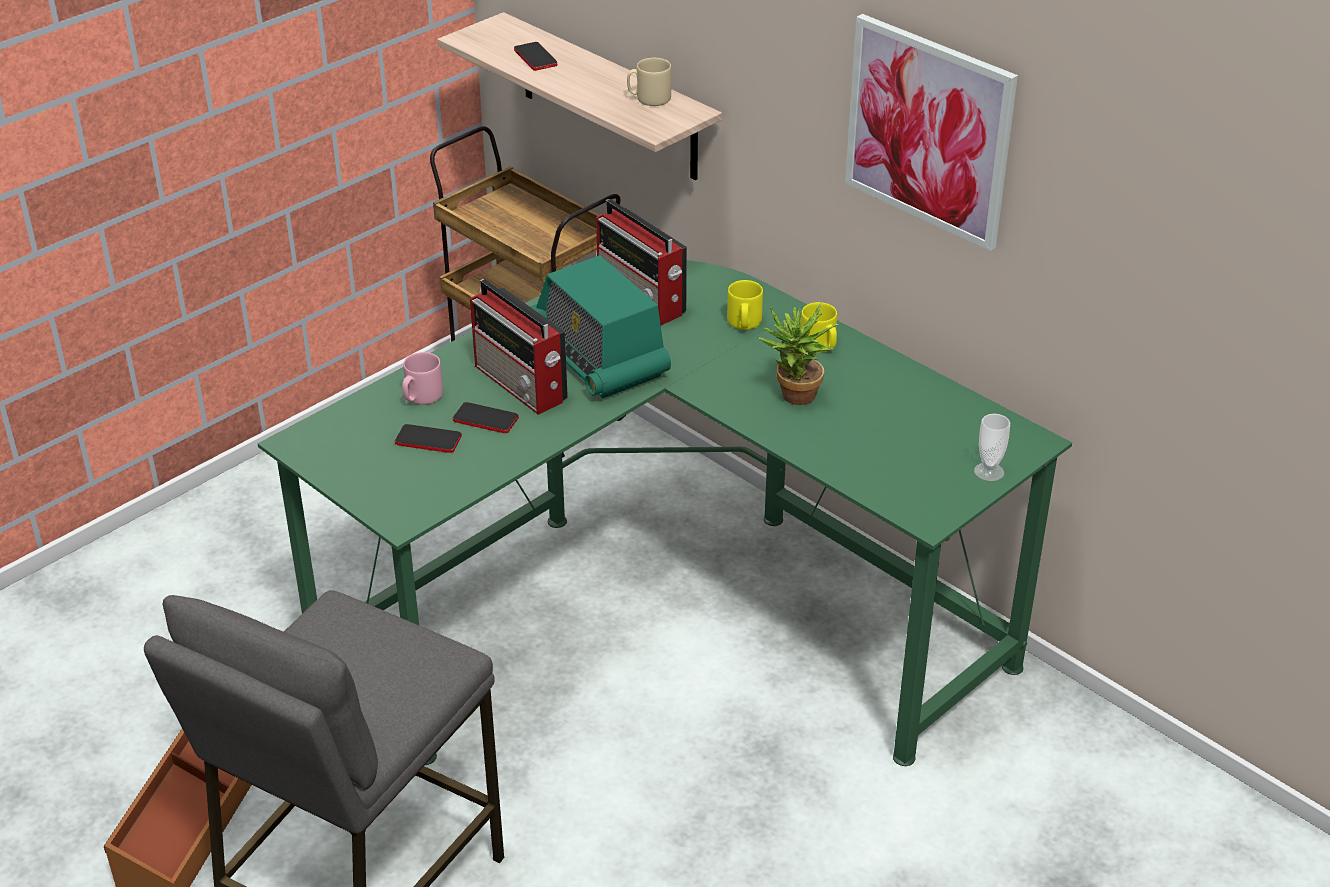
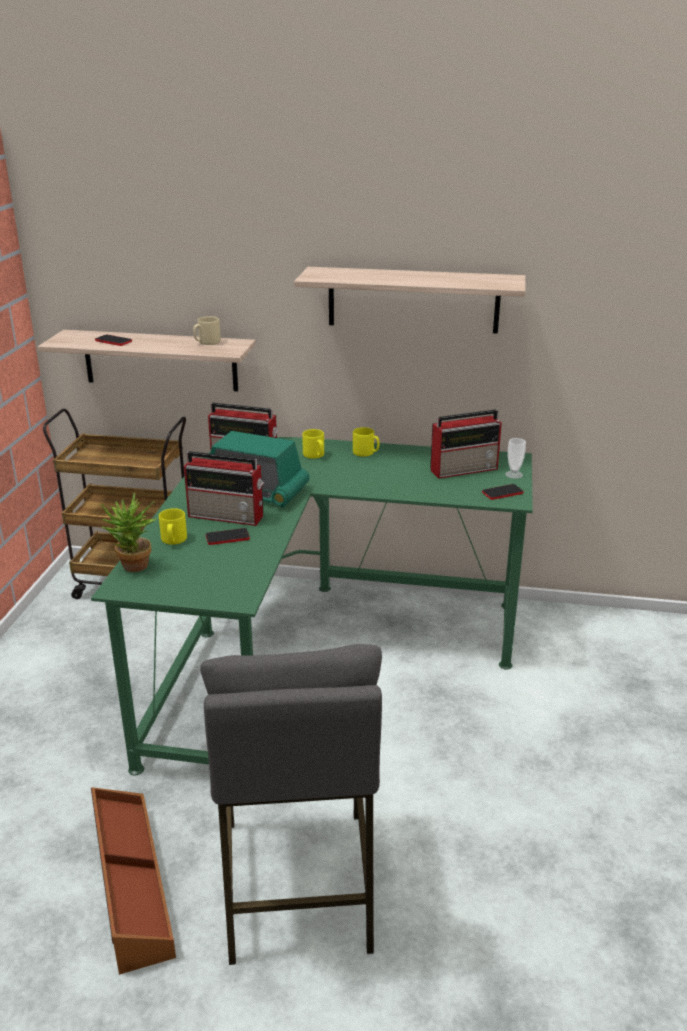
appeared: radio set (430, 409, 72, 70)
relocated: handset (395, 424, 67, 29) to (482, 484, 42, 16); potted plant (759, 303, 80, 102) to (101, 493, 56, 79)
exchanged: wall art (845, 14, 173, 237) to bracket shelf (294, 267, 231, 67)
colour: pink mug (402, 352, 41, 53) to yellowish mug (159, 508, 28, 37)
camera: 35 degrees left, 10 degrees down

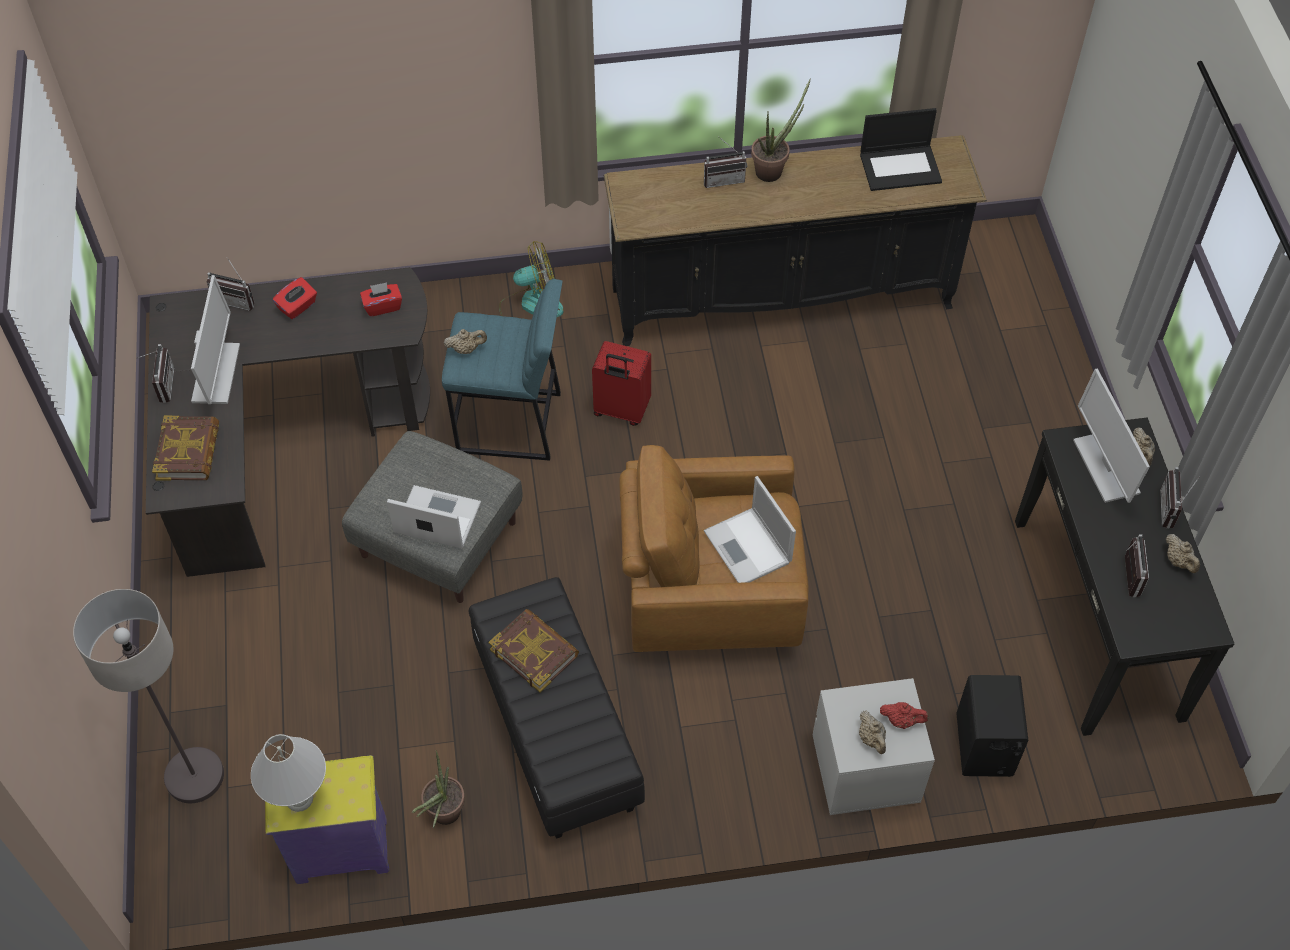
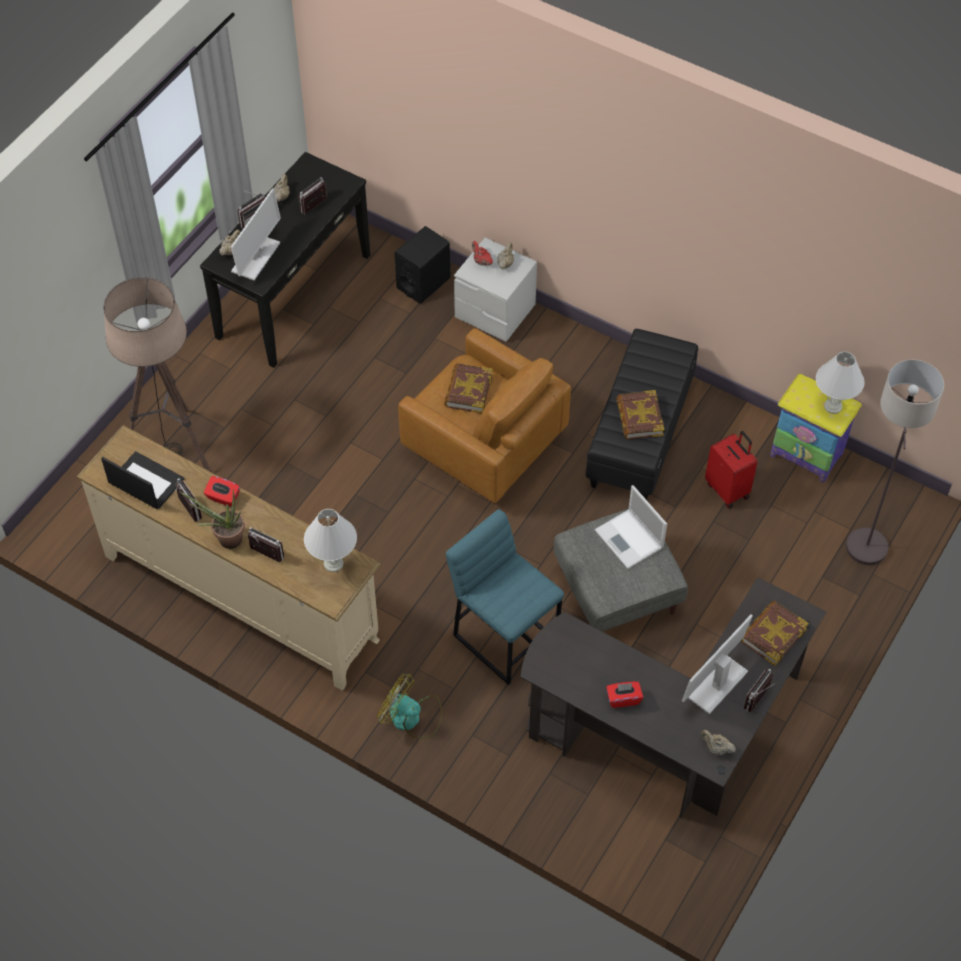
missing: potted plant (412, 751, 53, 78)
appeared: standard lamp (104, 277, 107, 195); whitish table lamp (304, 509, 53, 63)
relocated: radio set (207, 258, 48, 53) to (174, 478, 28, 44); red box of tissues (360, 282, 42, 34) to (204, 476, 36, 31); sand-coloured tea pot (444, 329, 43, 25) to (701, 730, 35, 25); red piece of luggage (592, 341, 59, 85) to (705, 431, 52, 78)
exchanged: portable computer (704, 476, 92, 107) to volume (444, 363, 48, 50)
colour: blackish drawer chest (604, 135, 383, 211) to sand-coloured drawer chest (76, 425, 305, 266)
camera: 140 degrees left, 0 degrees up

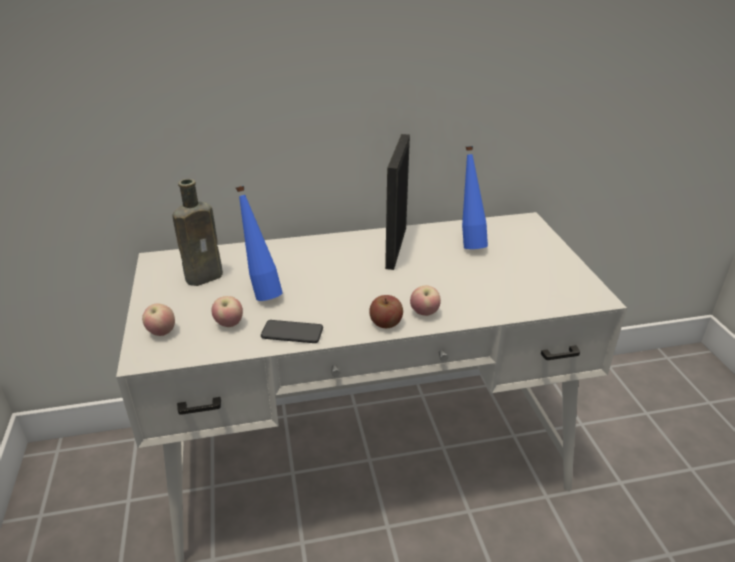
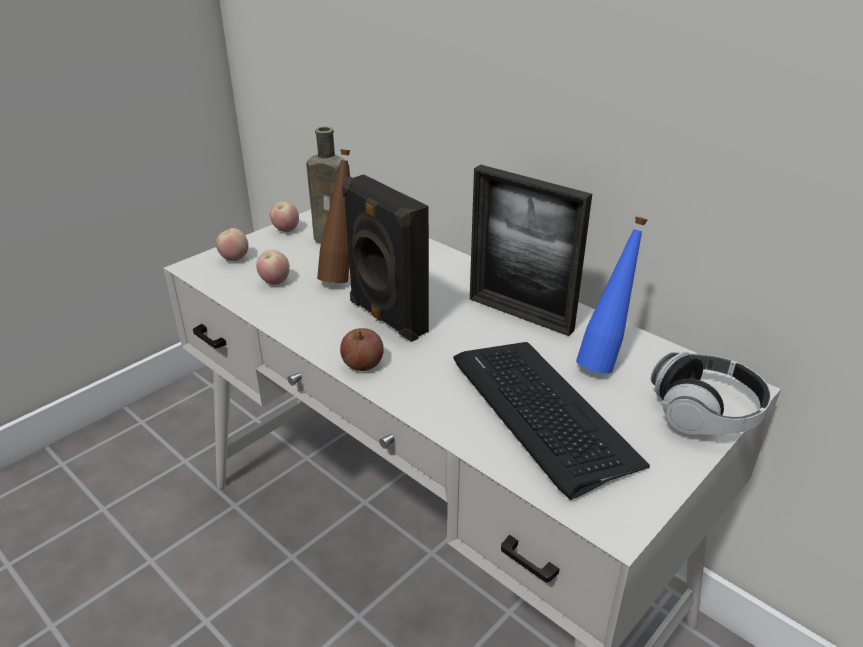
missing: handset (261, 320, 62, 23)
appeared: blackish audio speaker (342, 174, 87, 168); computer keyboard (453, 342, 197, 158); headset (651, 352, 120, 83)
relocated: whole apple (410, 285, 31, 31) to (270, 201, 29, 31)
colour: blue bottle (236, 186, 47, 115) to brownish bottle (317, 149, 33, 134)
spun: standing frame (385, 134, 25, 136) = (470, 165, 122, 171) 120 degrees counterclockwise
camera: 55 degrees right, 0 degrees up

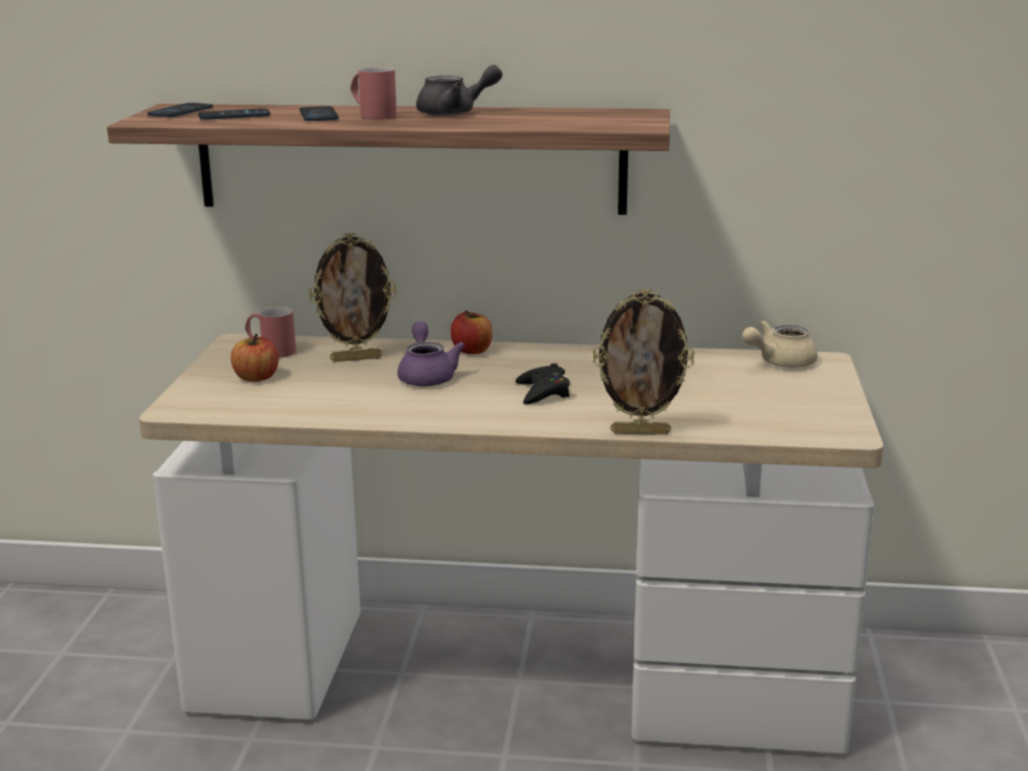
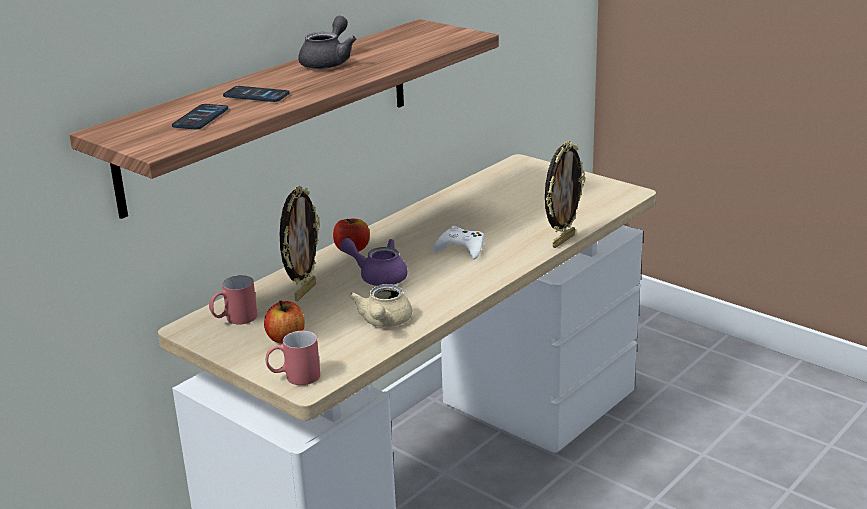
missing: handset (147, 103, 66, 14)
relocated: red mug (350, 67, 47, 53) to (266, 331, 54, 54); sand-coloured tea pot (742, 320, 76, 48) to (349, 284, 63, 43)
colour: blackish game controller (516, 363, 54, 41) to whitish game controller (432, 226, 52, 34)
camera: 55 degrees left, 5 degrees up

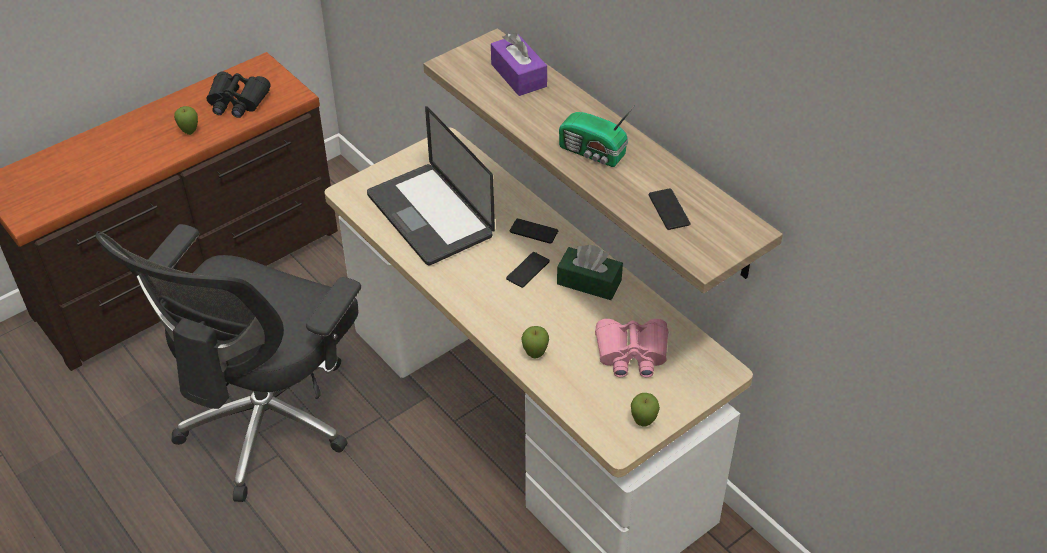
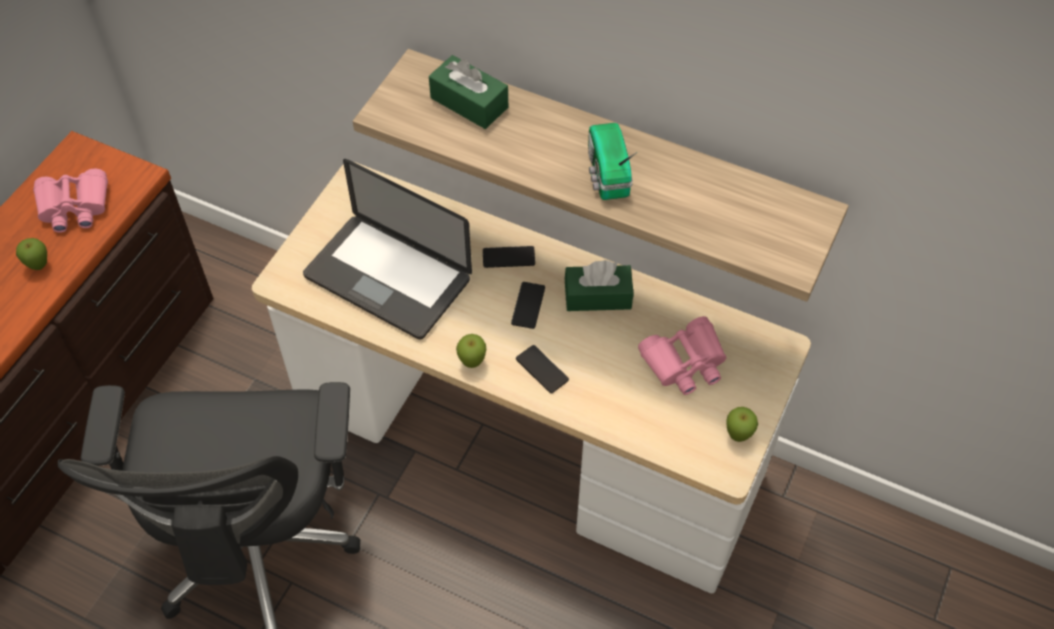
relocated: whole apple (521, 326, 28, 32) to (456, 334, 30, 34); handset (649, 189, 42, 41) to (516, 345, 53, 48)
colour: blackish pair of binoculars (207, 72, 64, 46) to pink pair of binoculars (33, 169, 75, 64); purple box of tissues (491, 32, 56, 64) to green box of tissues (429, 55, 79, 74)
spun: radio set (559, 105, 76, 62) = (588, 123, 49, 77) 75 degrees clockwise
camera: 25 degrees left, 10 degrees up

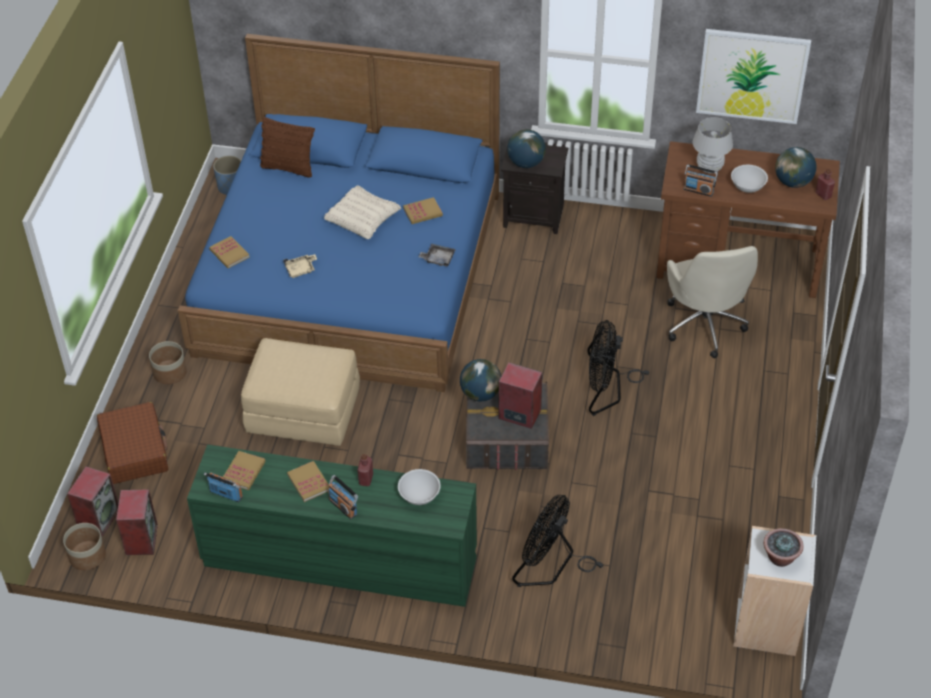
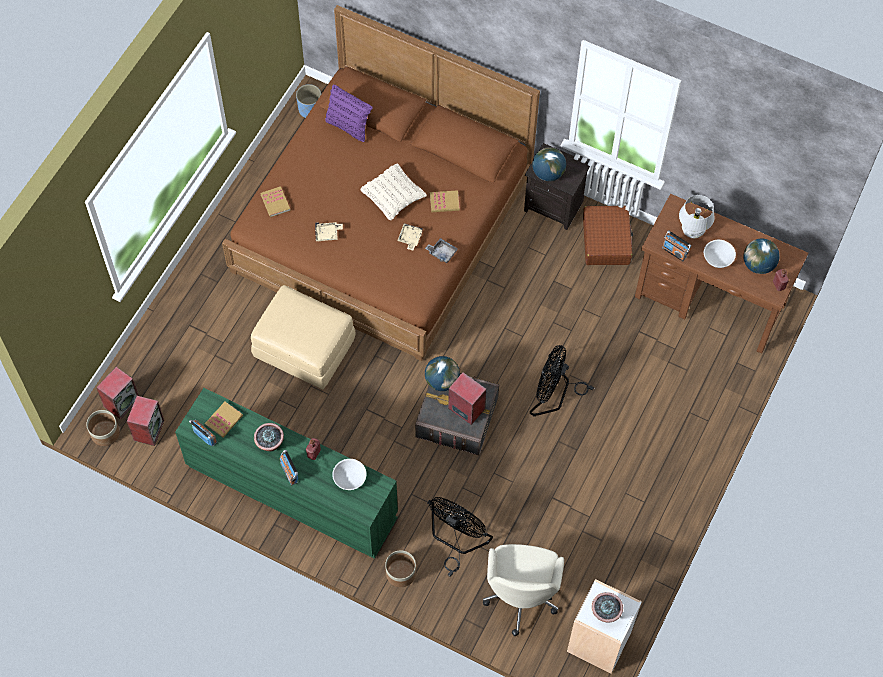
missing: wall art (696, 29, 115, 95)
appeared: sand-coloured tray (397, 224, 26, 26)
relocated: brownish piece of luggage (97, 402, 71, 82) to (583, 206, 50, 59); planter (149, 341, 38, 43) to (385, 550, 31, 37); sand-coloured desk chair (667, 246, 91, 113) to (483, 544, 81, 92)
exchanged: volume (287, 461, 42, 41) to potted plant (254, 423, 30, 28)
colour: blue sleeping bed (178, 34, 322, 358) to brownish sleeping bed (222, 5, 318, 356); brownish cushion (260, 117, 55, 60) to purple cushion (325, 85, 48, 57)
spun: blackish cooling fan (512, 495, 92, 92) = (427, 497, 66, 79) 75 degrees clockwise
camera: 15 degrees right, 15 degrees up

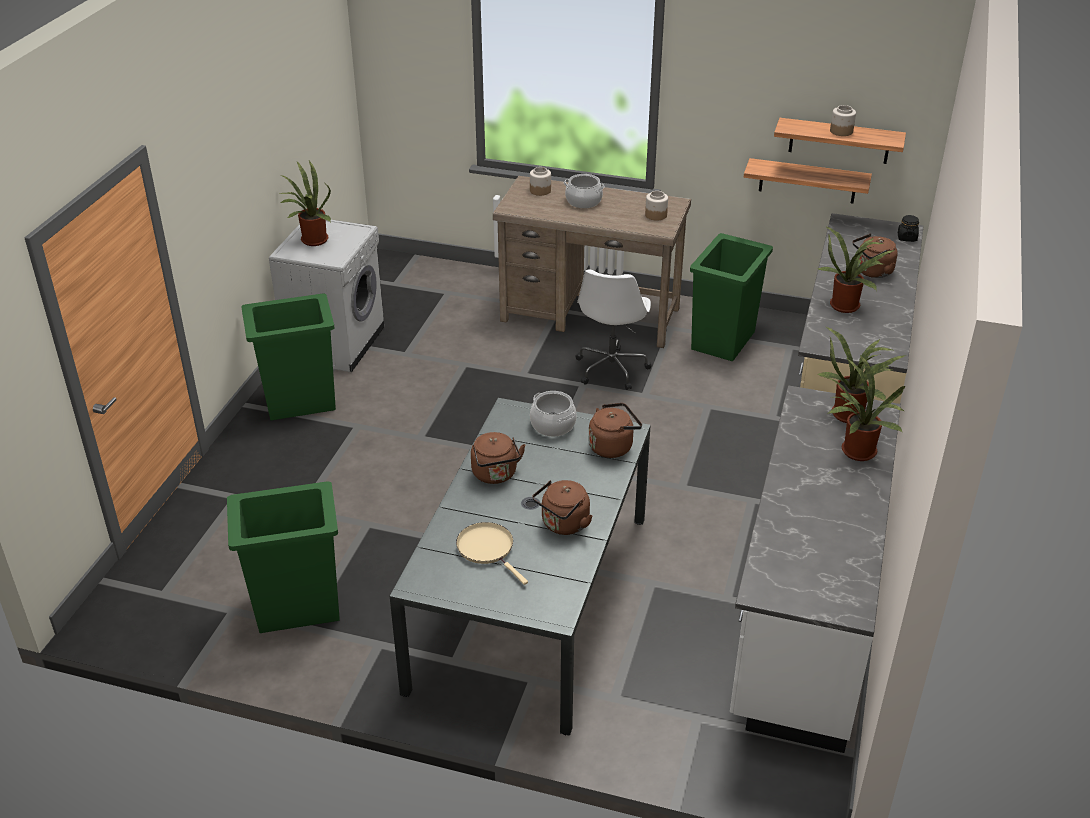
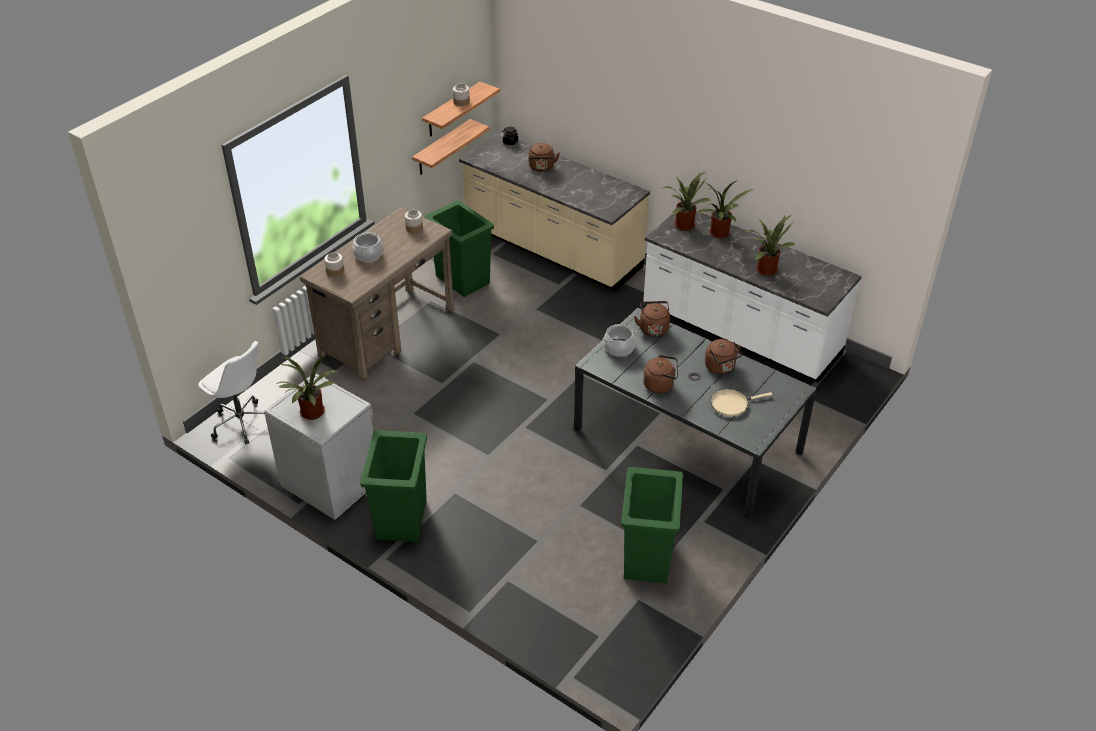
relocated: whitish desk chair (575, 269, 77, 121) to (198, 341, 66, 104); potted plant (818, 226, 79, 87) to (745, 215, 51, 61)
camera: 70 degrees left, 5 degrees up

